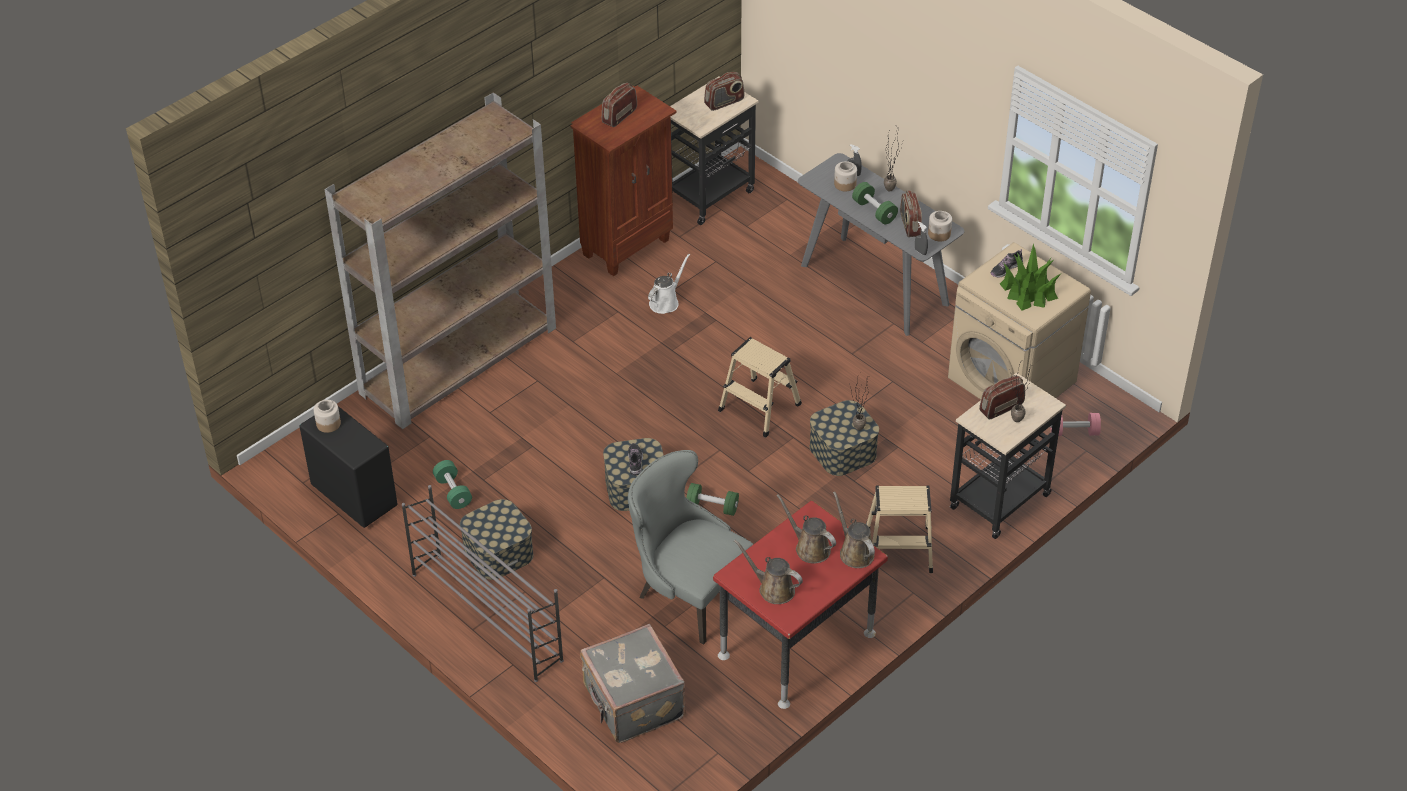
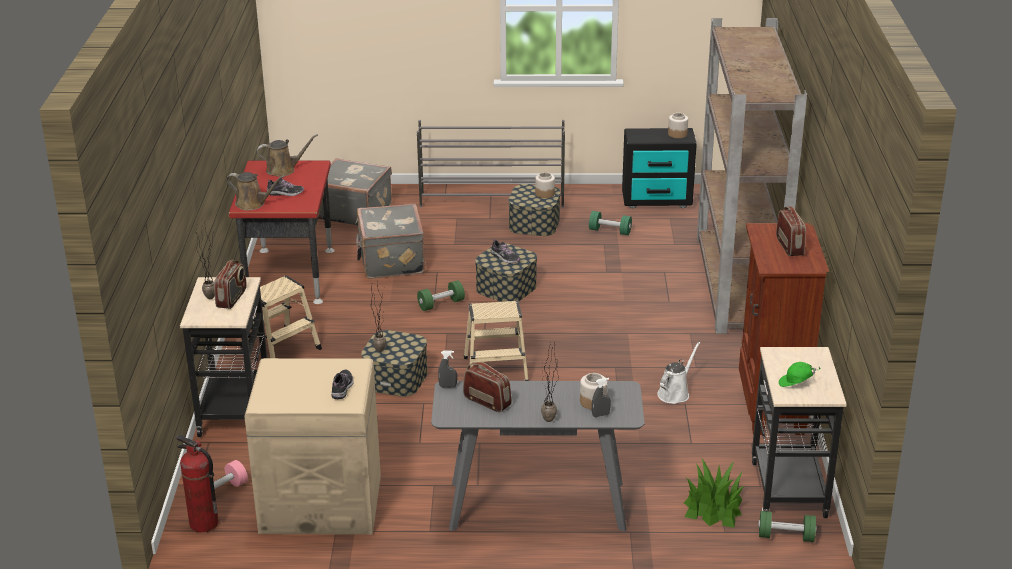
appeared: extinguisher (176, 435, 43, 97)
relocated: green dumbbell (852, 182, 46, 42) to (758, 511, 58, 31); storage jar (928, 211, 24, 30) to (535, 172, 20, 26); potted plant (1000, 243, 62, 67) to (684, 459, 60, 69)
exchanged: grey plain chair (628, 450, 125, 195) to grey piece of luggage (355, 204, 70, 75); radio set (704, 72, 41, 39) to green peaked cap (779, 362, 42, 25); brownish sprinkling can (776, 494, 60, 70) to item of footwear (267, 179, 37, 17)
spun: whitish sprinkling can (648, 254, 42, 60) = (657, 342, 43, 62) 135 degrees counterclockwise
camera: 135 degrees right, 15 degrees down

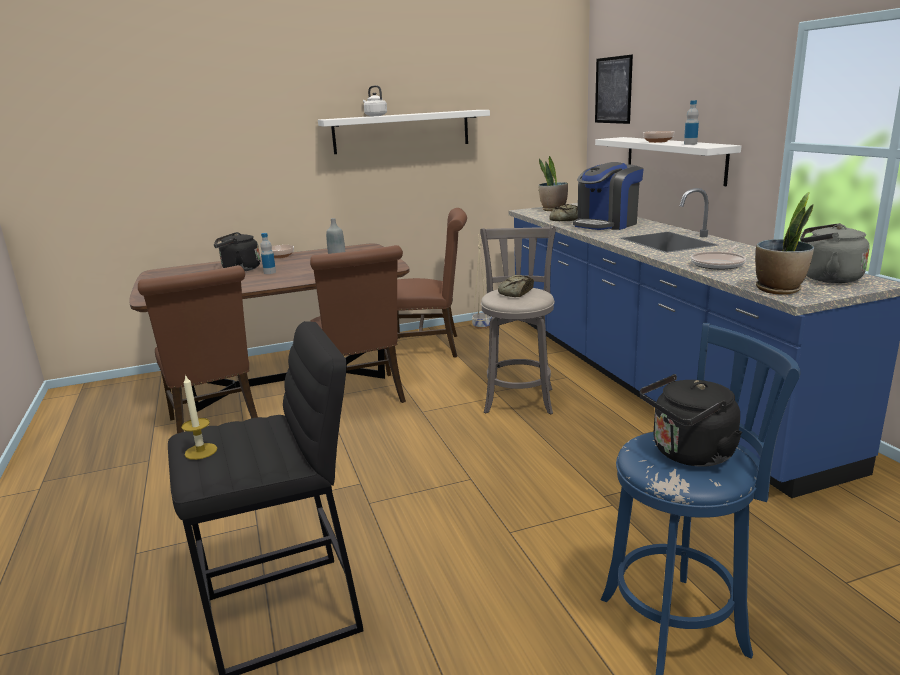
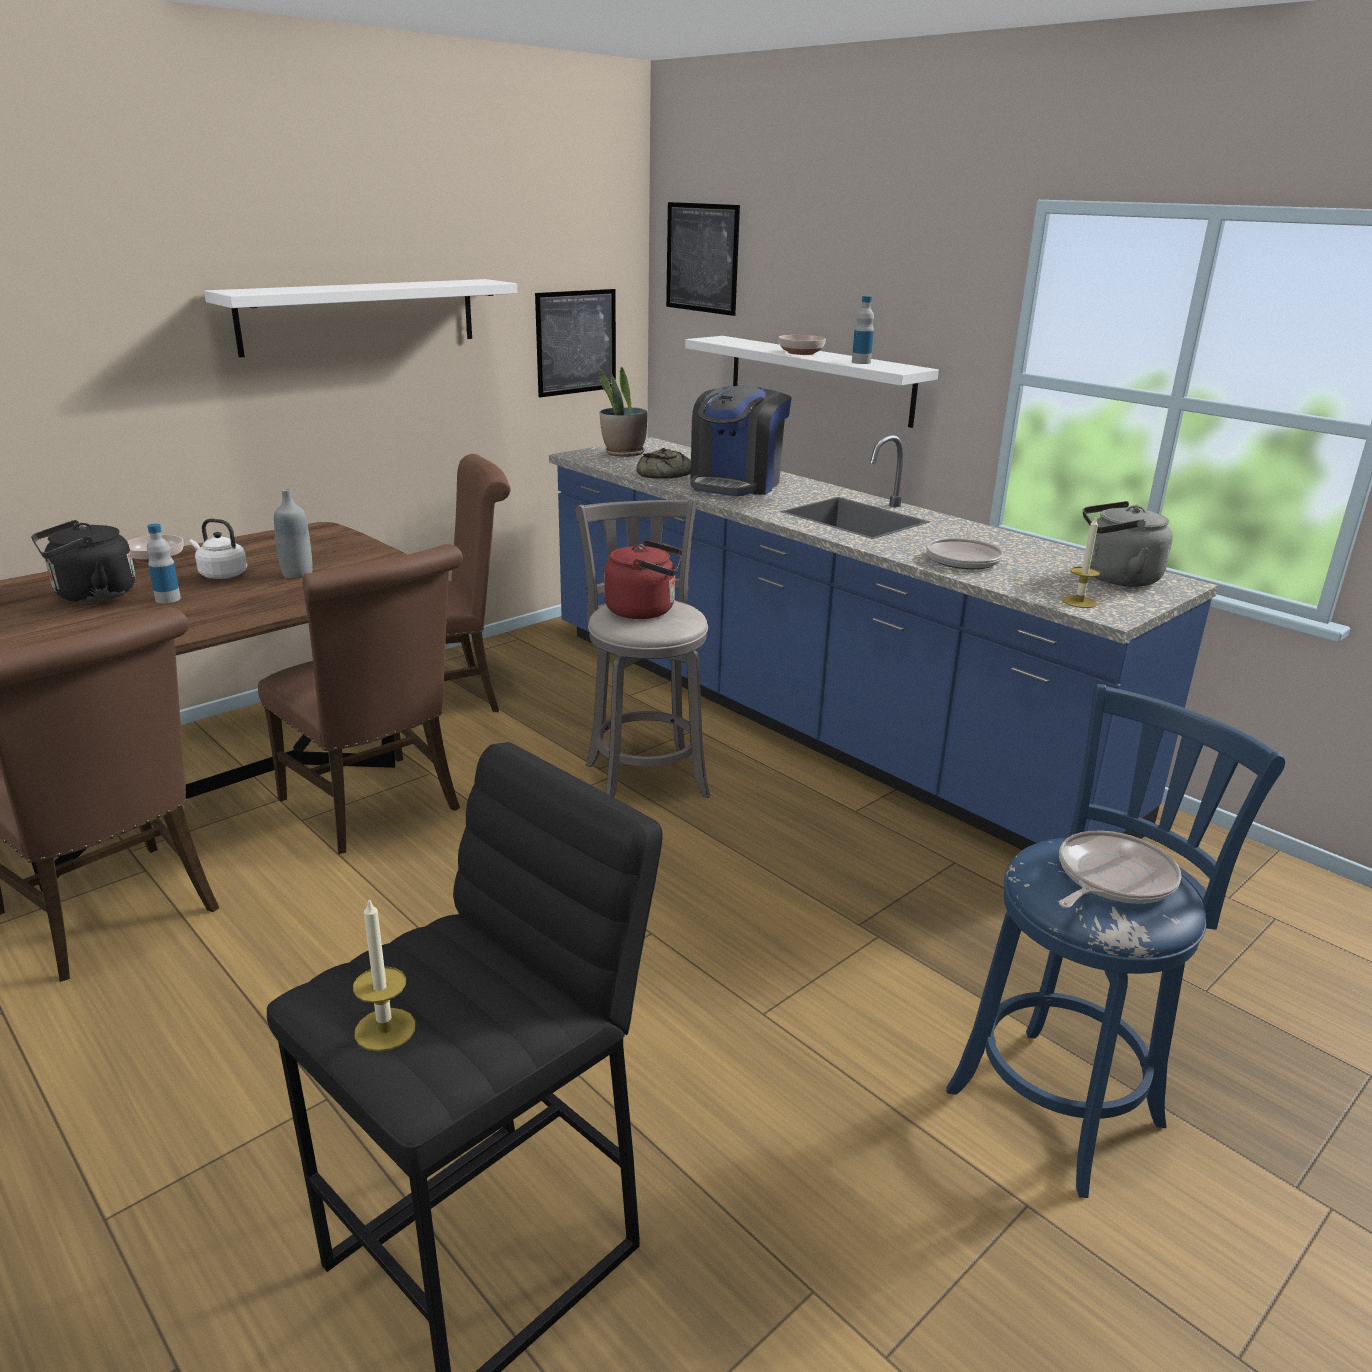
missing: sand-coloured planter (472, 234, 20, 95)
appeared: wall art (535, 289, 81, 108)
relocated: whitish tea kettle (363, 85, 24, 31) to (190, 519, 57, 60)
exchanged: bakery bread (498, 275, 36, 22) to red tea kettle (604, 540, 79, 79); blackish tea kettle (640, 374, 102, 93) to skillet (1059, 831, 123, 77); potted plant (755, 192, 59, 102) to wax candle (1062, 517, 38, 91)
camera: 25 degrees left, 5 degrees up

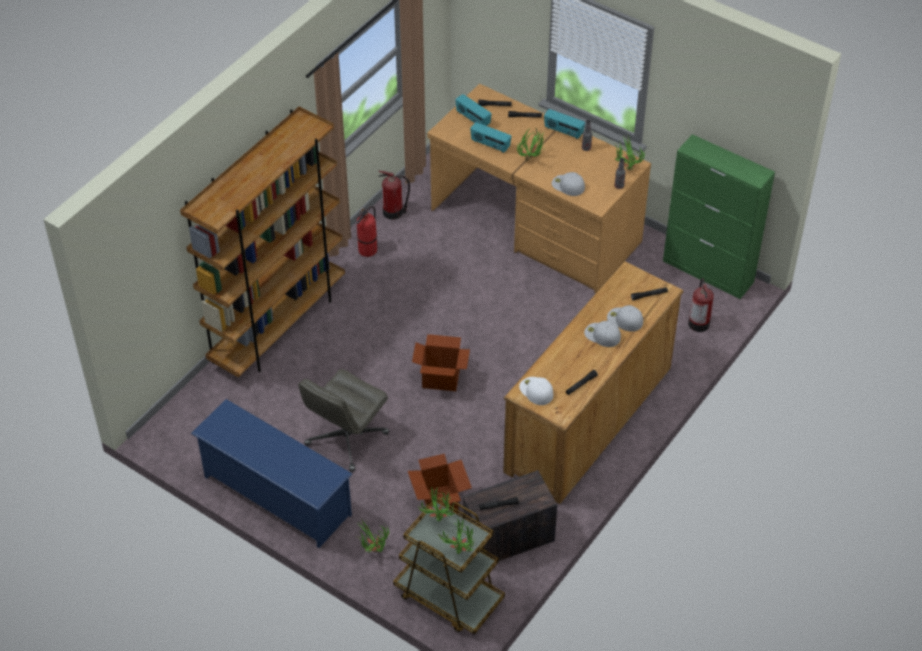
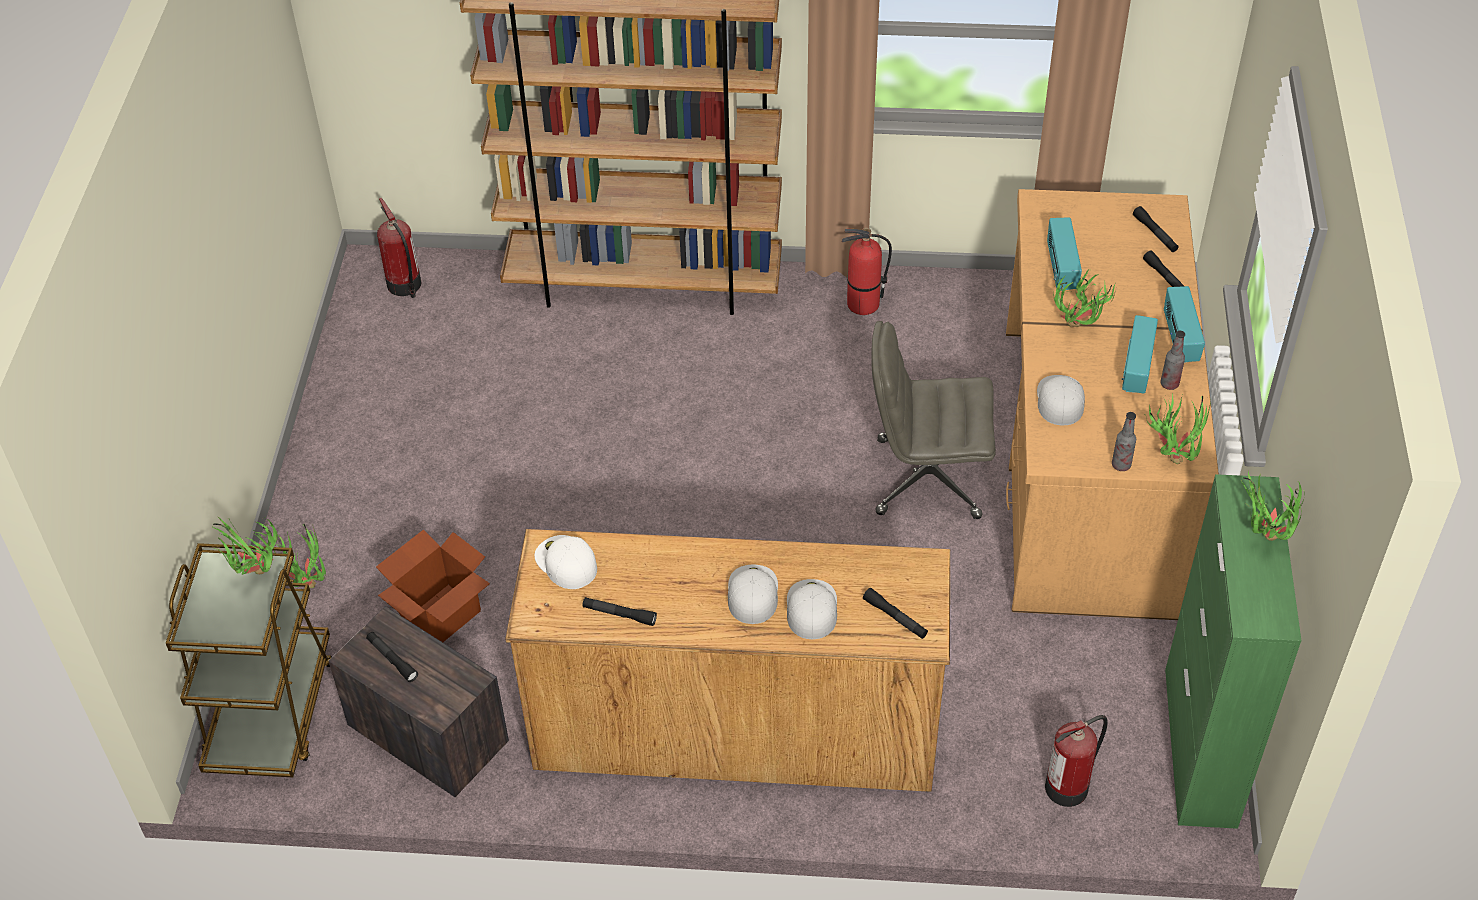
missing: blue shoe rack (191, 399, 161, 149); carton (412, 334, 58, 57)
relocated: grey desk chair (298, 369, 91, 103) to (871, 321, 125, 198); extinguisher (378, 170, 32, 50) to (377, 198, 44, 100); potted plant (438, 518, 38, 36) to (1241, 471, 64, 70); radio set (455, 94, 37, 32) to (1122, 315, 36, 79)
spun: whitish peaked cap (519, 377, 34, 28) = (534, 535, 63, 54) 60 degrees counterclockwise
camera: 60 degrees right, 0 degrees up

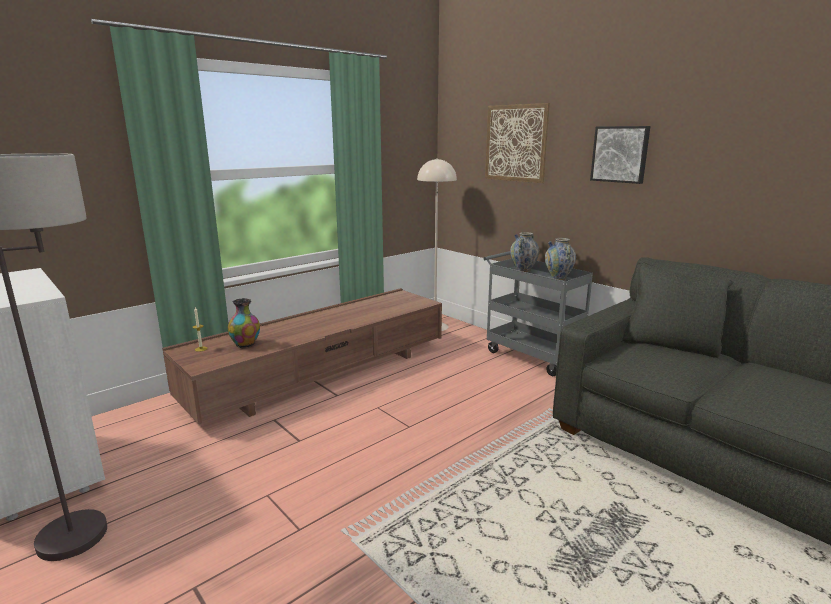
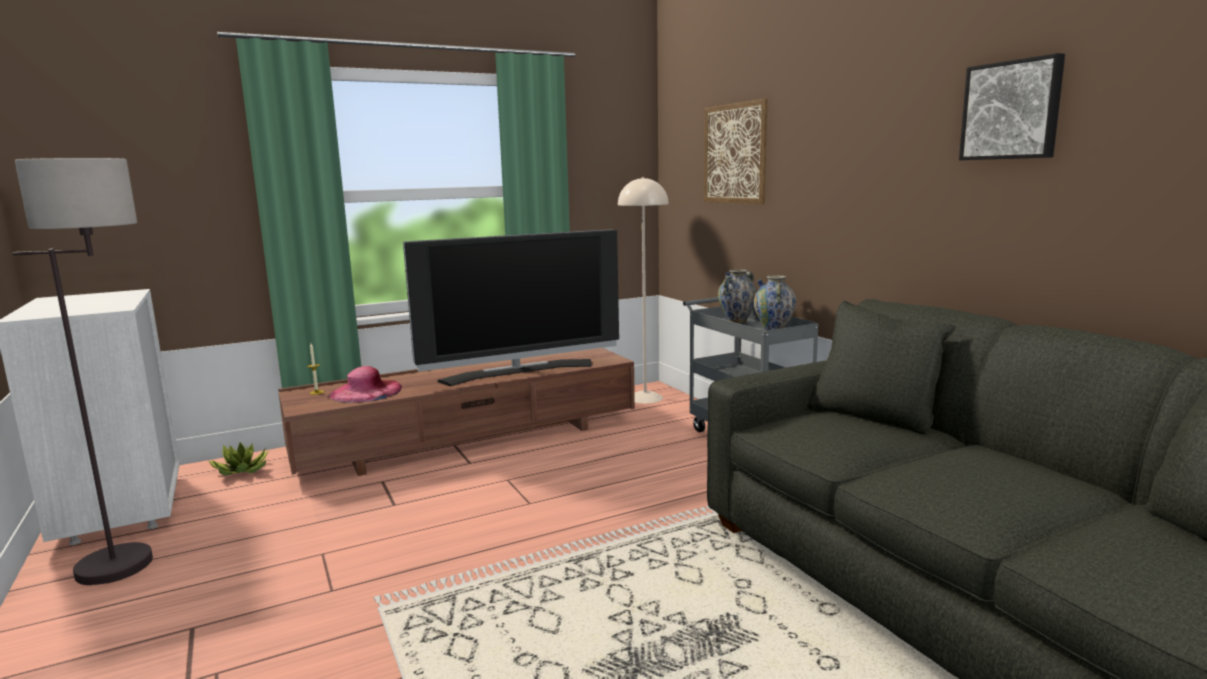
appeared: potted plant (208, 442, 61, 34); television (403, 229, 216, 157)
relocated: wall art (590, 126, 61, 58) to (959, 53, 106, 107)
exchanged: decorative vase (228, 298, 32, 50) to pink clothing hat (329, 366, 73, 37)
camera: 15 degrees right, 5 degrees down

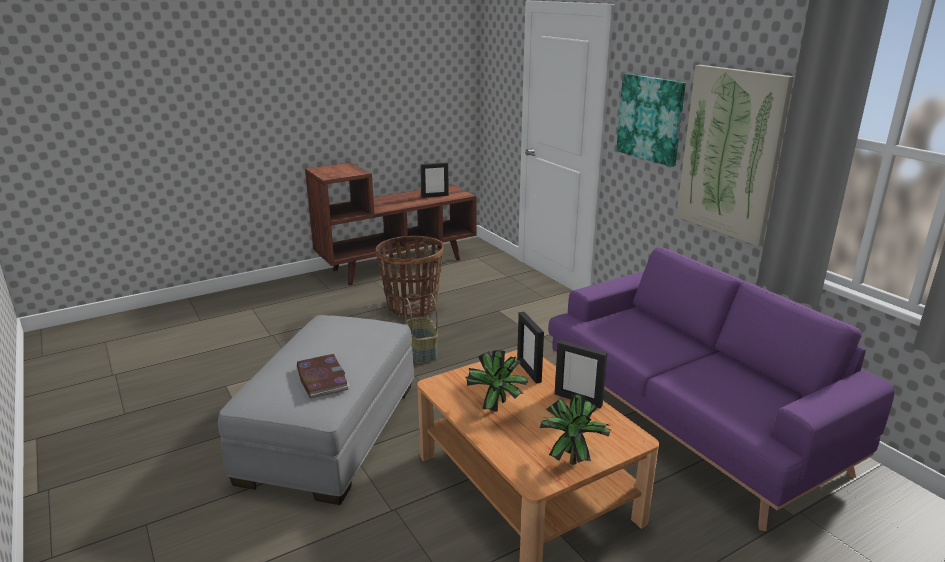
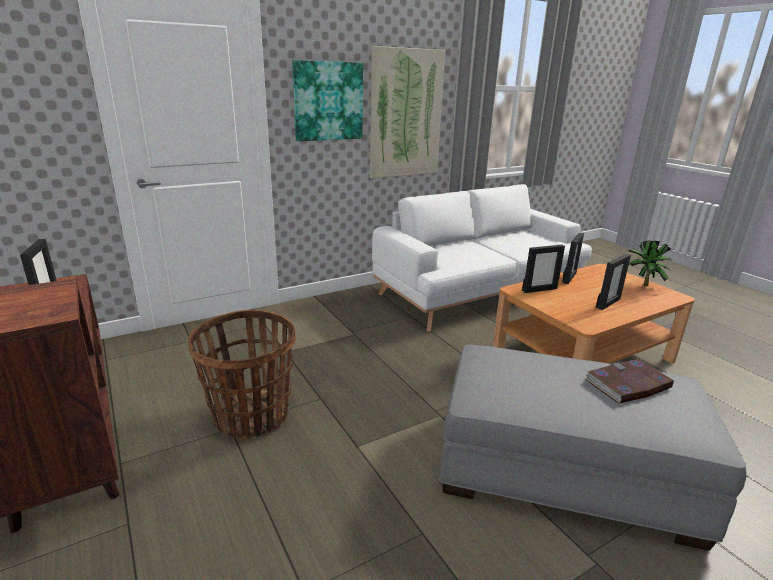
missing: household basket (404, 294, 34, 69)
exchanged: potted plant (465, 350, 63, 62) to standing frame (596, 254, 35, 56)
colour: purple couch (548, 248, 347, 283) to whitish couch (372, 184, 220, 148)
camera: 90 degrees left, 0 degrees up

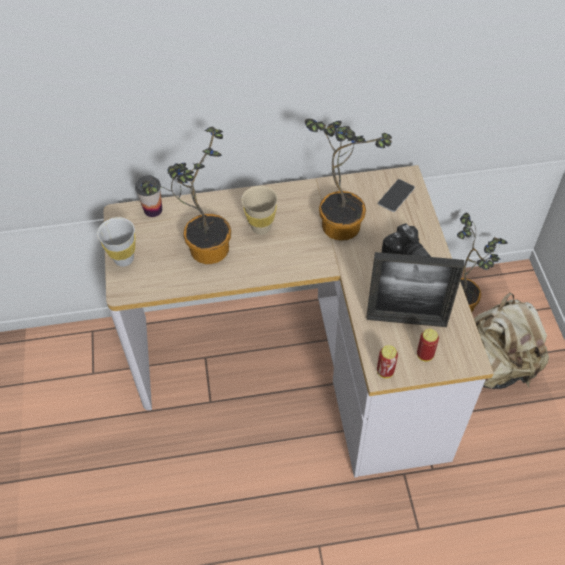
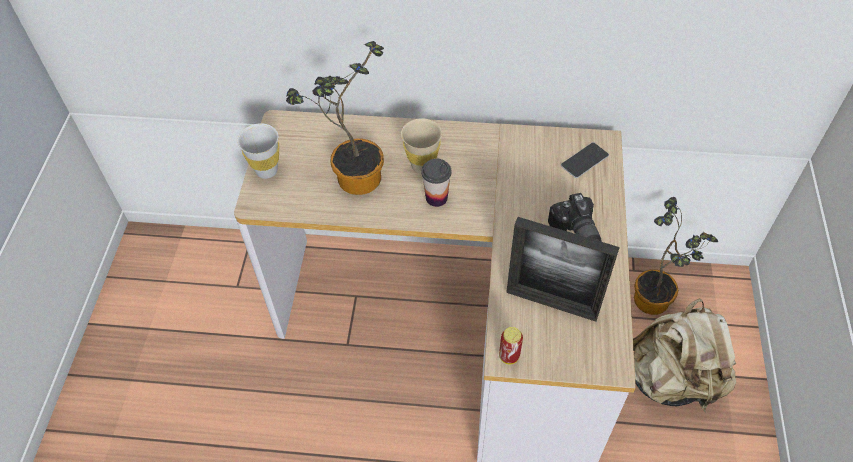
missing: potted plant (305, 119, 87, 122); can (417, 328, 22, 33)
relocated: cup (135, 175, 27, 42) to (421, 159, 31, 48)
camera: 15 degrees right, 0 degrees up

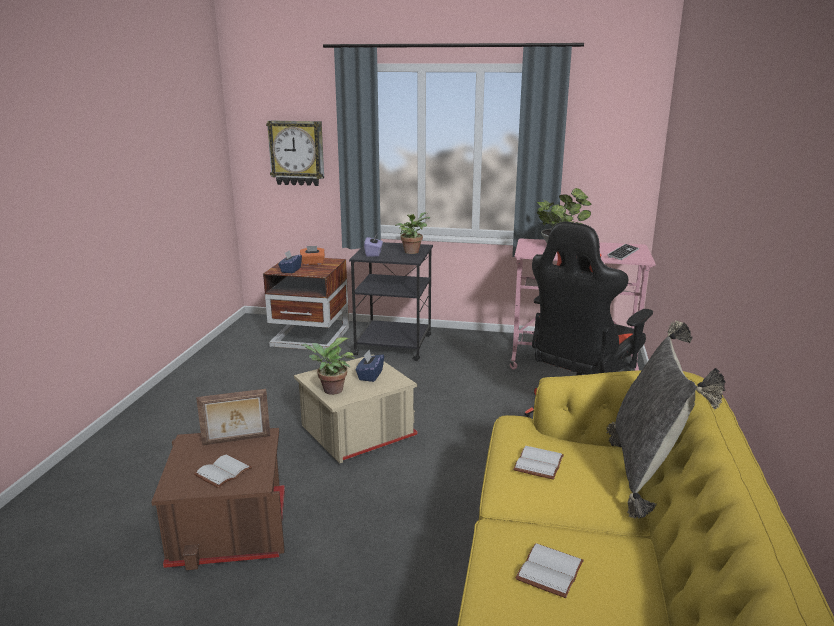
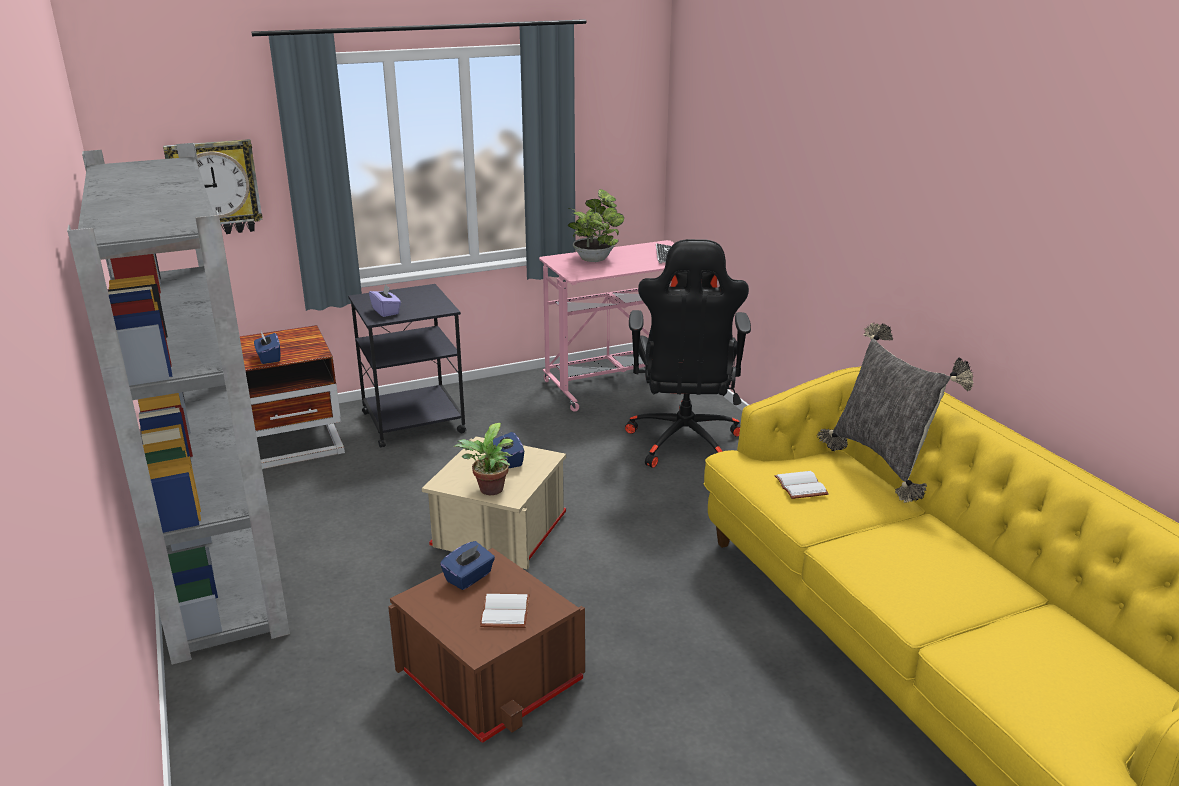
missing: orangey box of tissues (300, 246, 25, 19); potted plant (395, 212, 35, 42); whitish volume (516, 543, 68, 55)
appeared: grey shelving unit (67, 143, 223, 522)
exchanged: standing frame (196, 389, 74, 56) to blue box of tissues (440, 541, 55, 49)
camera: 35 degrees left, 5 degrees up

